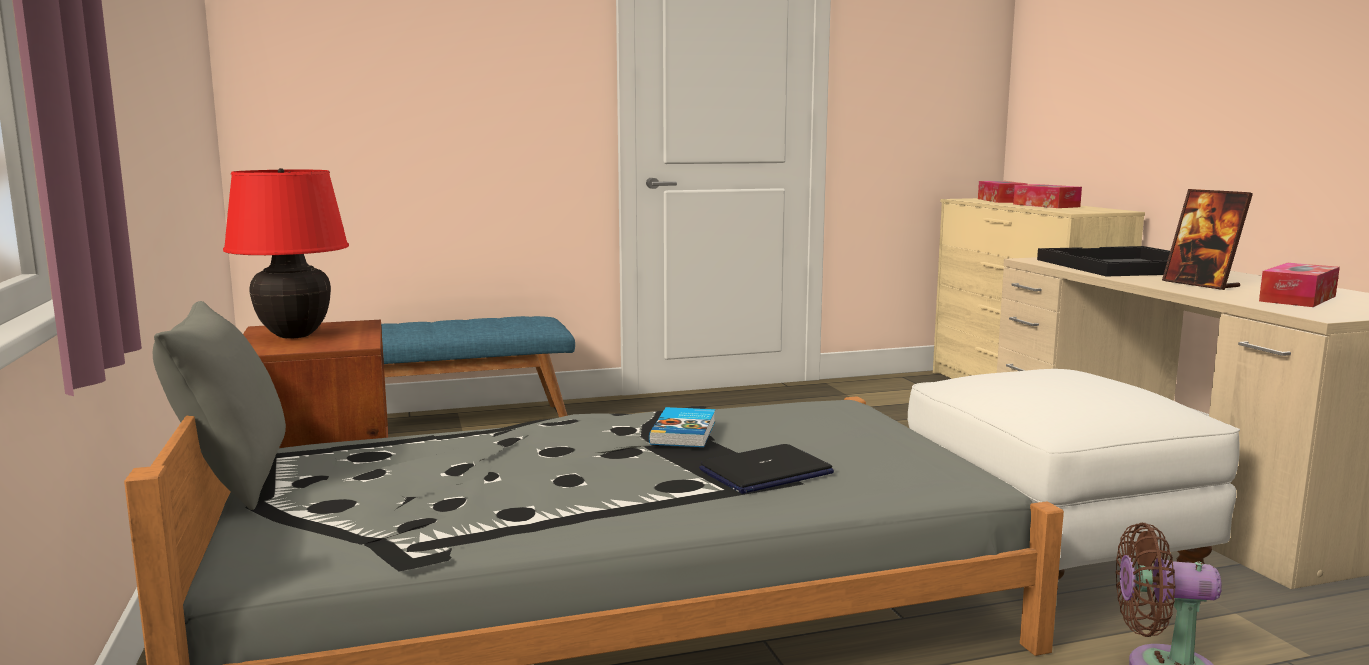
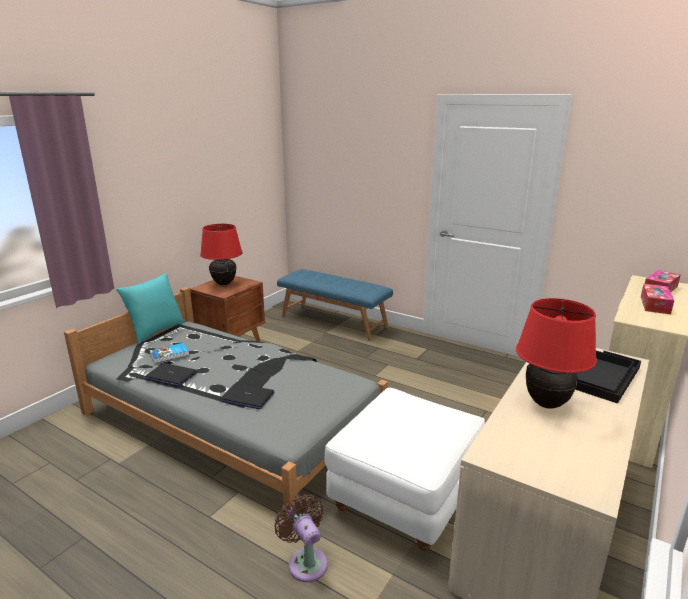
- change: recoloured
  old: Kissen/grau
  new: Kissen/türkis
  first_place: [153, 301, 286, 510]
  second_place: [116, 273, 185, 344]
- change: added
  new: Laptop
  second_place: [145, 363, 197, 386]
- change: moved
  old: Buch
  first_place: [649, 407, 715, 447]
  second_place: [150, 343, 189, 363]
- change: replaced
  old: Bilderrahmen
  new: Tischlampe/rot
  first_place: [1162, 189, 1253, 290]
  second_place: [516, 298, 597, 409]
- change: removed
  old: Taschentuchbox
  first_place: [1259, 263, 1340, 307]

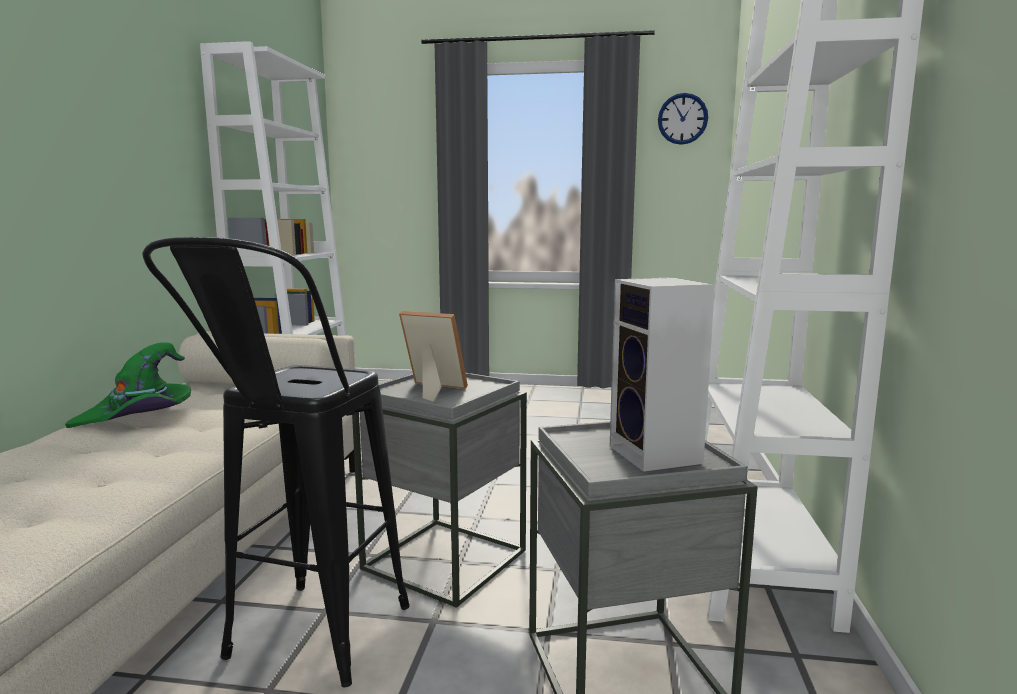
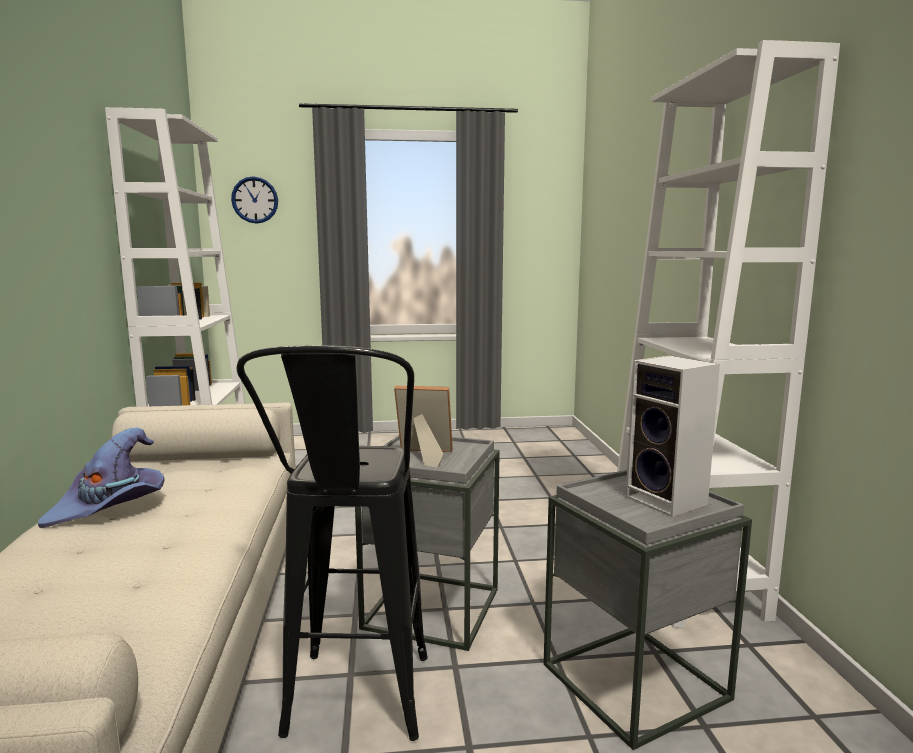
- change: recoloured
  old: Hut/grün
  new: Hut/lila
  first_place: [65, 342, 191, 428]
  second_place: [38, 427, 165, 528]
- change: moved
  old: Wanduhr
  first_place: [658, 93, 708, 145]
  second_place: [231, 176, 278, 224]

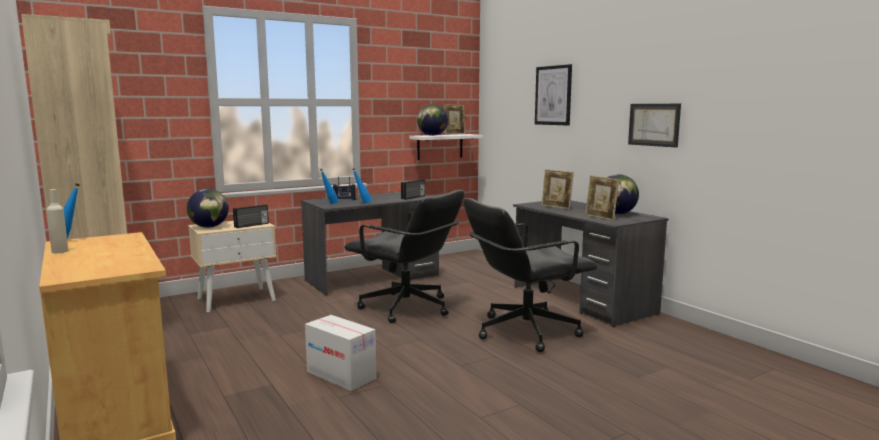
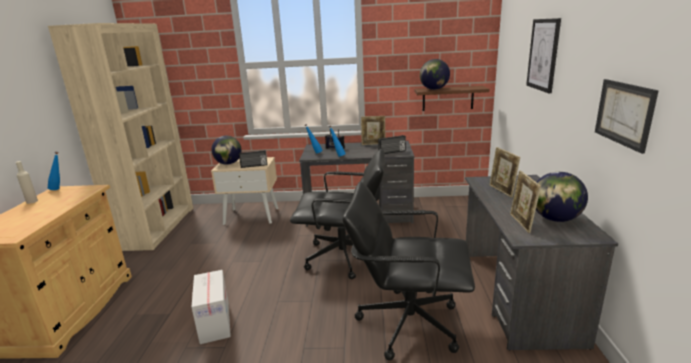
- change: turned
  old: Bürostuhl/schwarz
  first_place: [344, 190, 465, 323]
  second_place: [290, 149, 385, 279]
  degrees: -60
- change: moved
  old: Bilderrahmen
  first_place: [444, 104, 465, 135]
  second_place: [361, 116, 385, 145]
- change: recoloured
  old: Wandregal/weiß
  new: Wandregal/braun
  first_place: [409, 134, 483, 160]
  second_place: [414, 86, 489, 111]

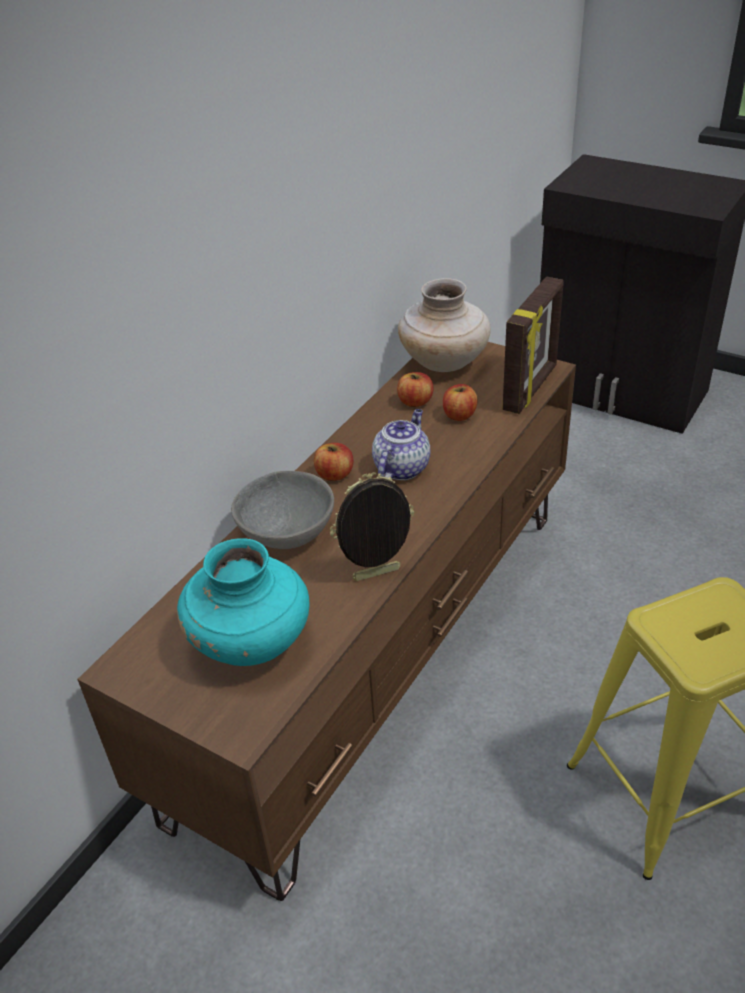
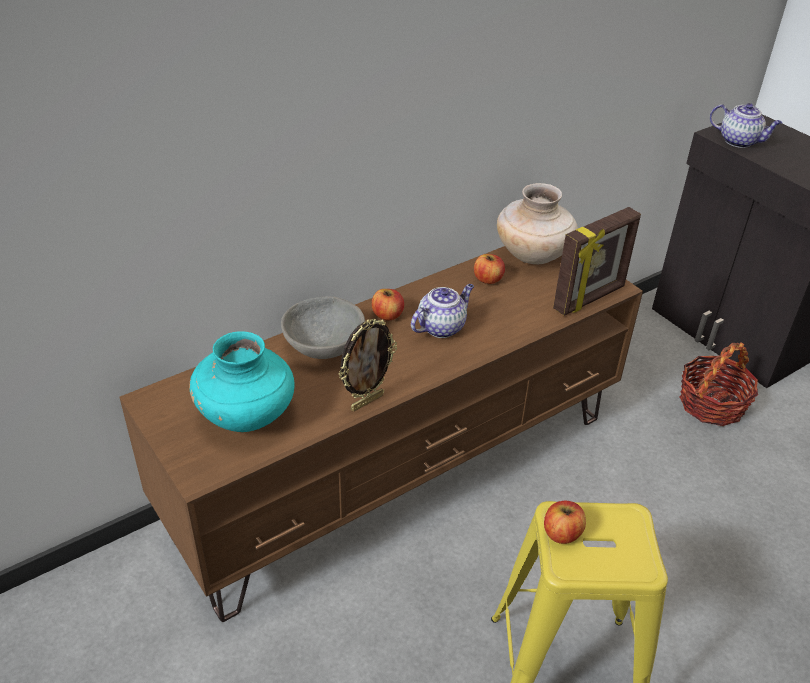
- change: turned
  old: Bilderrahmen
  first_place: [330, 472, 415, 581]
  second_place: [339, 319, 397, 411]
  degrees: 135
- change: moved
  old: Apfel
  first_place: [443, 384, 478, 421]
  second_place: [544, 501, 586, 544]
- change: added
  new: Korb
  second_place: [679, 342, 758, 426]
- change: added
  new: Teekanne
  second_place: [710, 103, 782, 148]

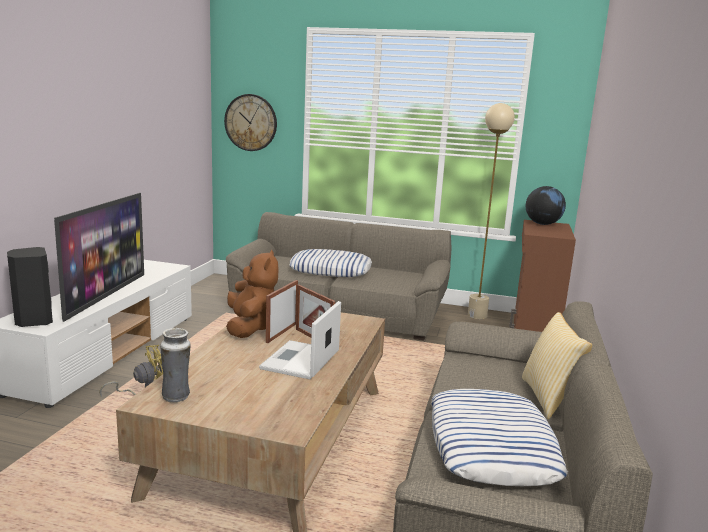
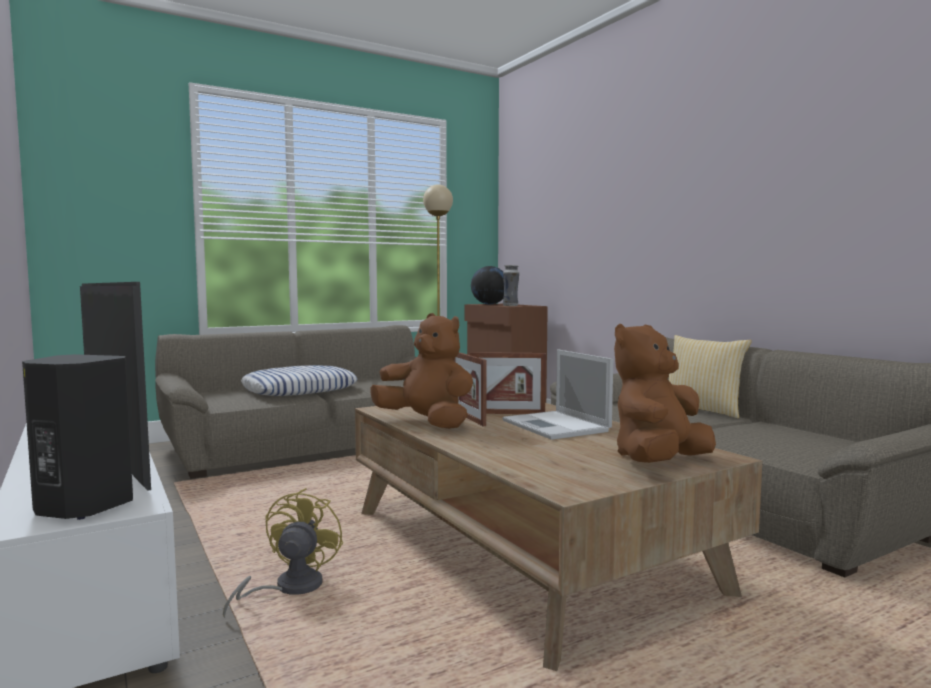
- change: moved
  old: Vase
  first_place: [160, 328, 191, 403]
  second_place: [503, 265, 519, 306]
- change: added
  new: Plüschtier/braun
  second_place: [614, 324, 716, 463]
- change: removed
  old: Wanduhr
  first_place: [224, 94, 277, 151]
- change: removed
  old: Kissen
  first_place: [432, 389, 568, 486]

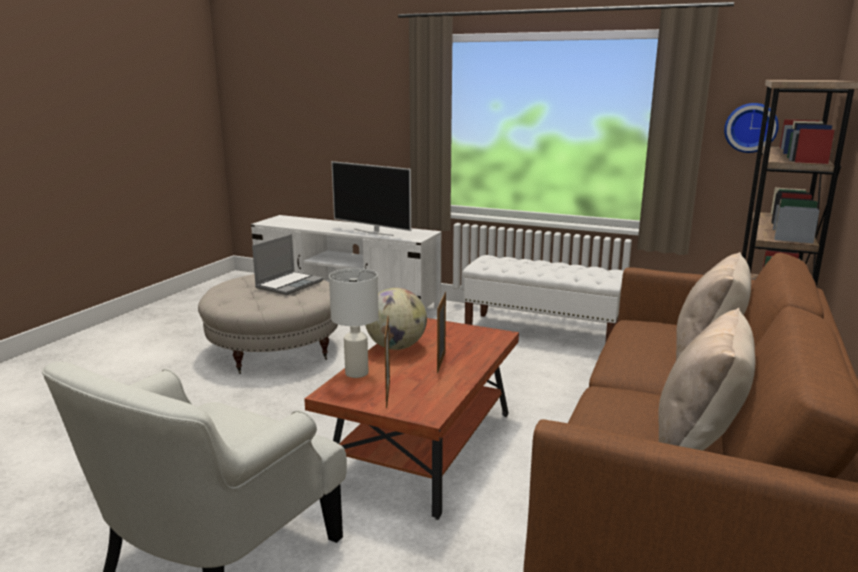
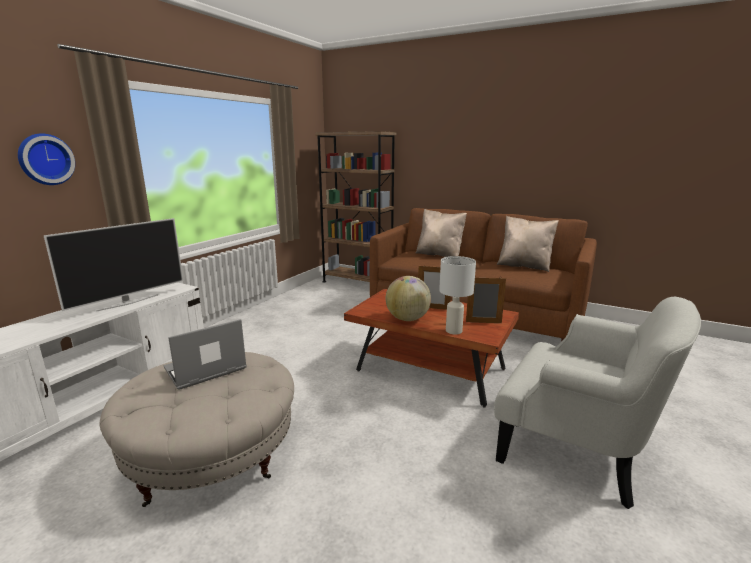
- change: moved
  old: Wanduhr
  first_place: [724, 103, 779, 153]
  second_place: [18, 133, 75, 185]
- change: turned
  old: Laptop
  first_place: [252, 234, 324, 295]
  second_place: [164, 319, 247, 390]
  degrees: -75
- change: removed
  old: Bank/weiß
  first_place: [463, 255, 623, 343]

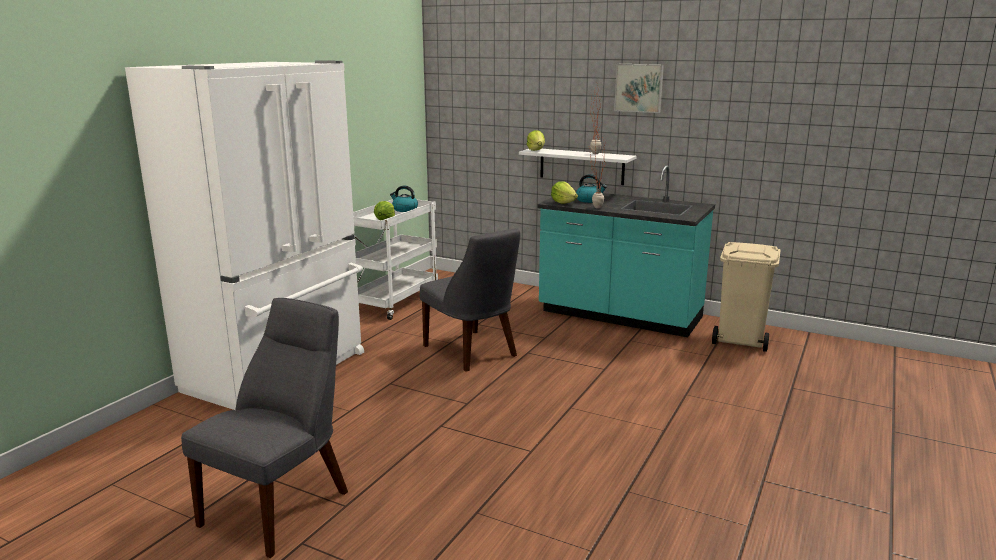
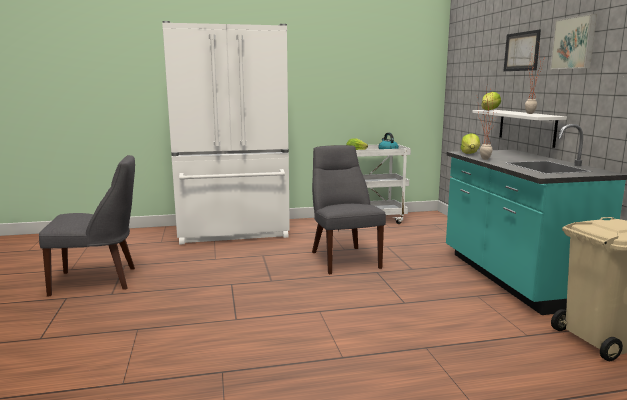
- change: turned
  old: Stuhl/grau
  first_place: [420, 228, 520, 372]
  second_place: [312, 145, 386, 274]
  degrees: 150
- change: added
  new: Bild
  second_place: [504, 29, 541, 71]
- change: removed
  old: Wasserkessel
  first_place: [576, 174, 607, 203]

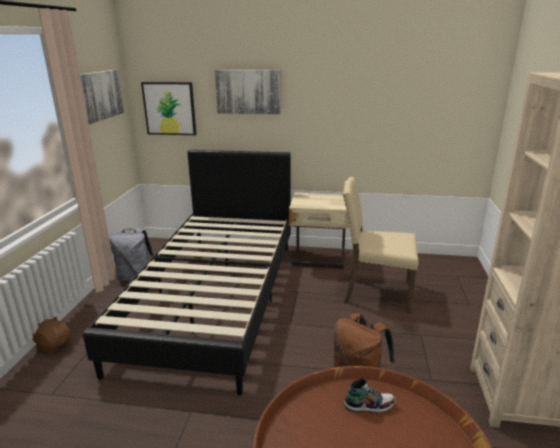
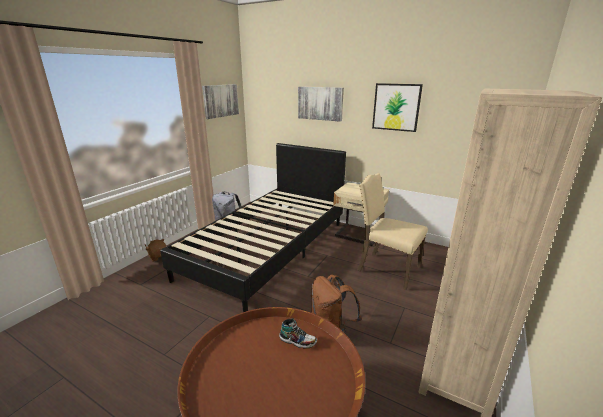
- change: moved
  old: Bild
  first_place: [141, 82, 197, 135]
  second_place: [372, 83, 423, 132]

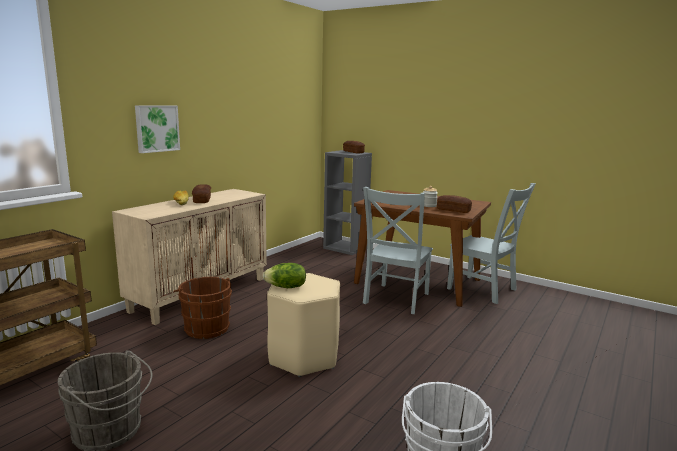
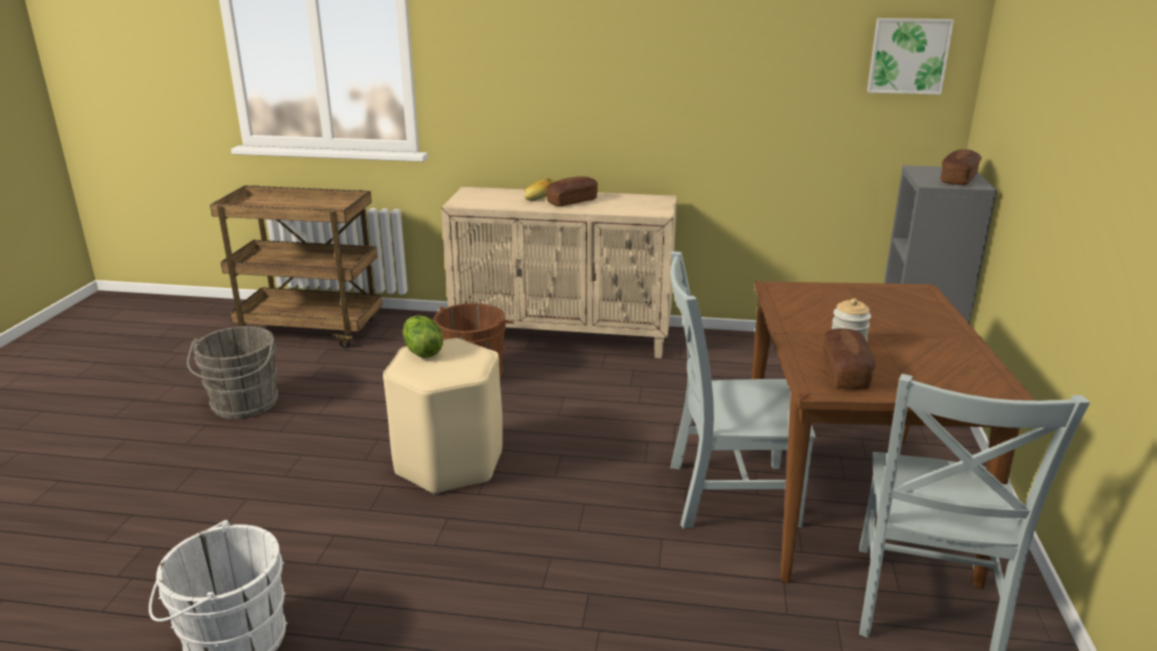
- change: moved
  old: Bild
  first_place: [135, 105, 180, 153]
  second_place: [867, 18, 954, 95]

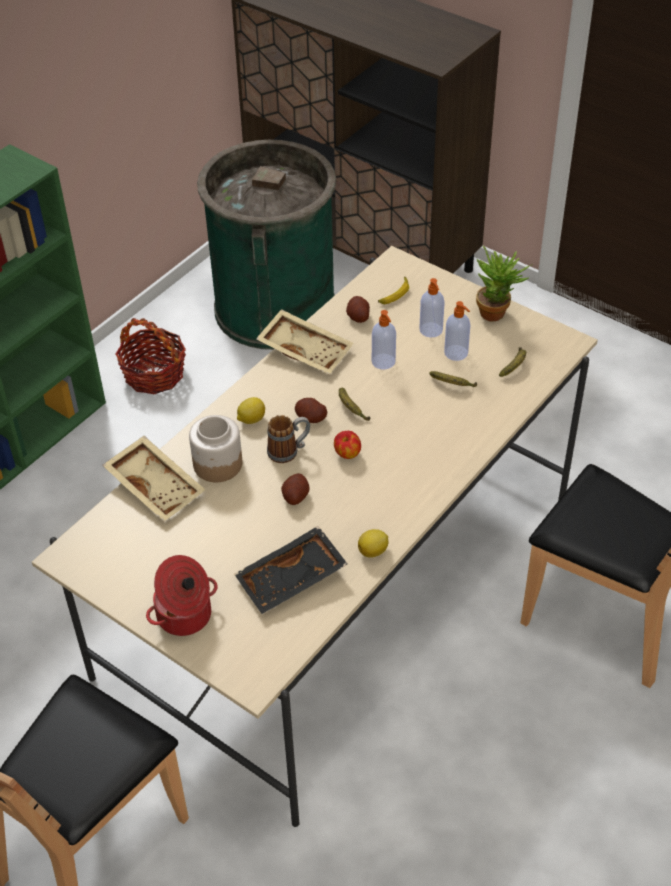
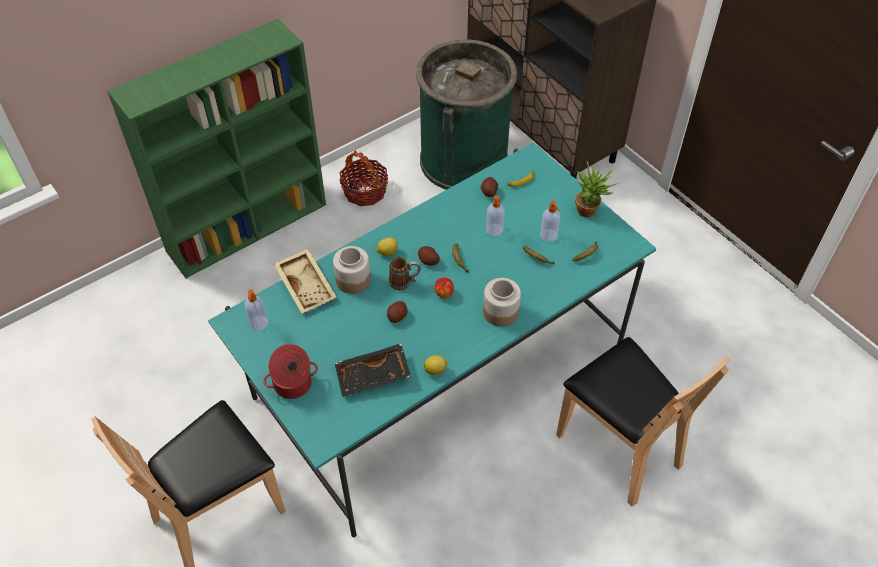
- change: recoloured
  old: Esstisch/beige
  new: Esstisch/türkis
  first_place: [32, 246, 598, 827]
  second_place: [208, 143, 656, 537]
- change: moved
  old: Seifenspender
  first_place: [419, 278, 445, 338]
  second_place: [244, 289, 268, 330]
- change: added
  new: Vorratsglas
  second_place: [483, 278, 521, 327]
- change: removed
  old: Tablett/beige
  first_place: [256, 309, 354, 375]

